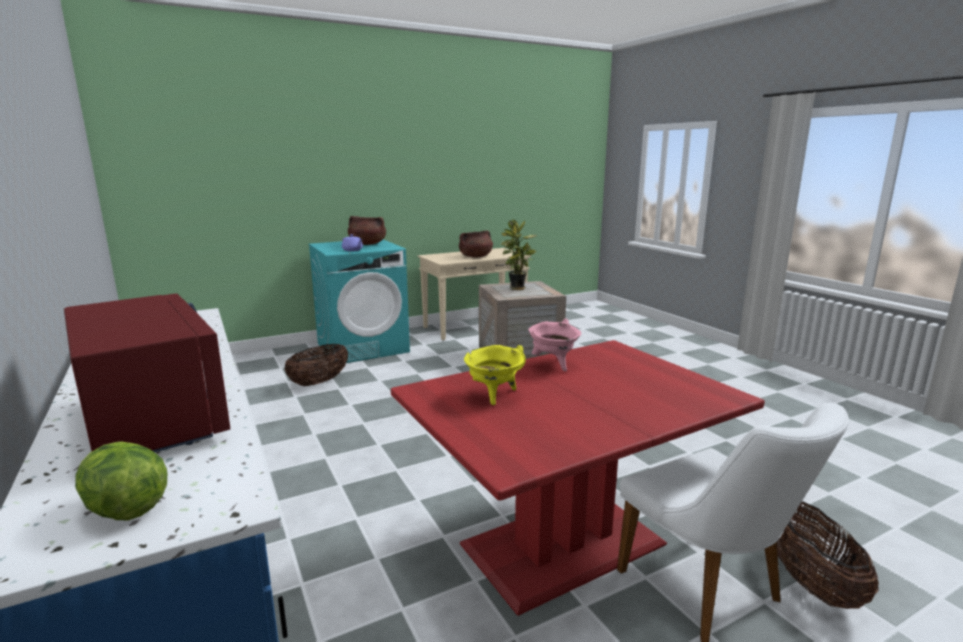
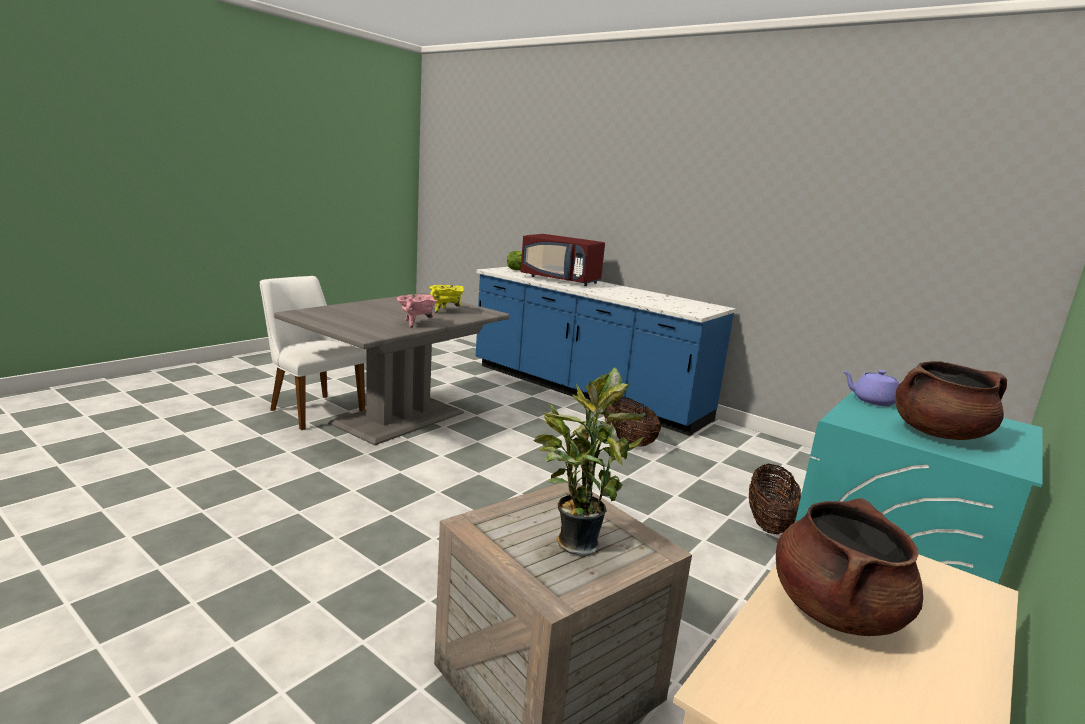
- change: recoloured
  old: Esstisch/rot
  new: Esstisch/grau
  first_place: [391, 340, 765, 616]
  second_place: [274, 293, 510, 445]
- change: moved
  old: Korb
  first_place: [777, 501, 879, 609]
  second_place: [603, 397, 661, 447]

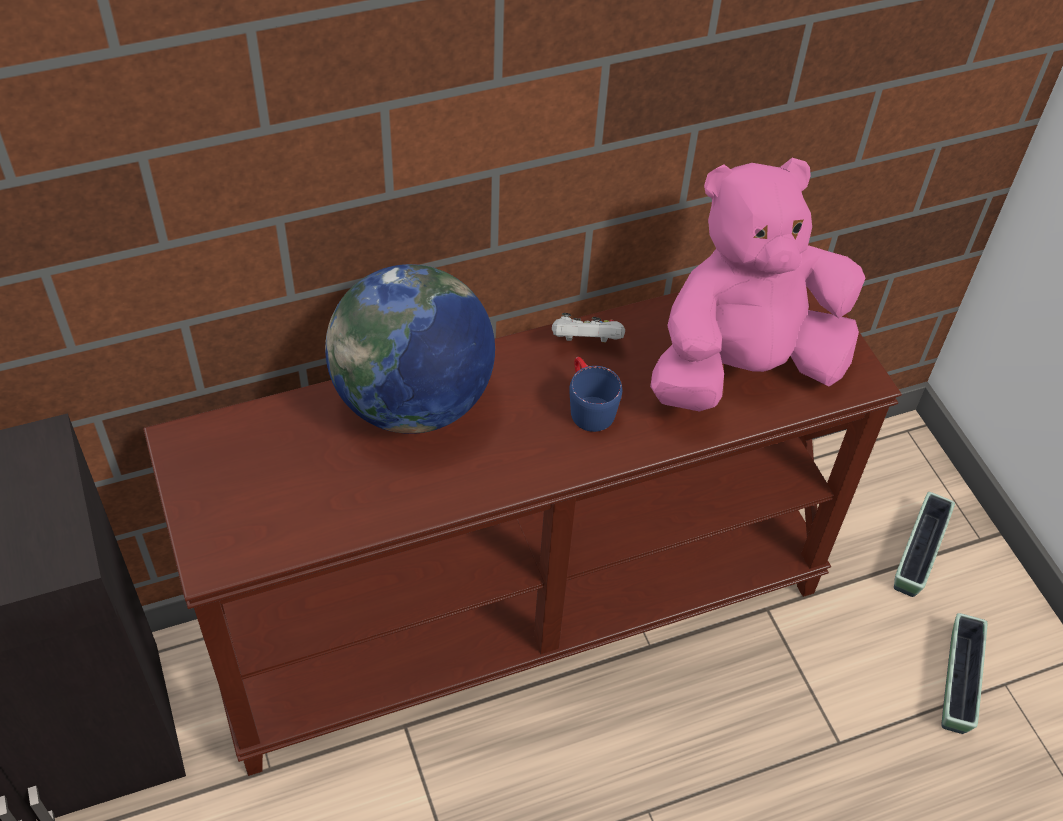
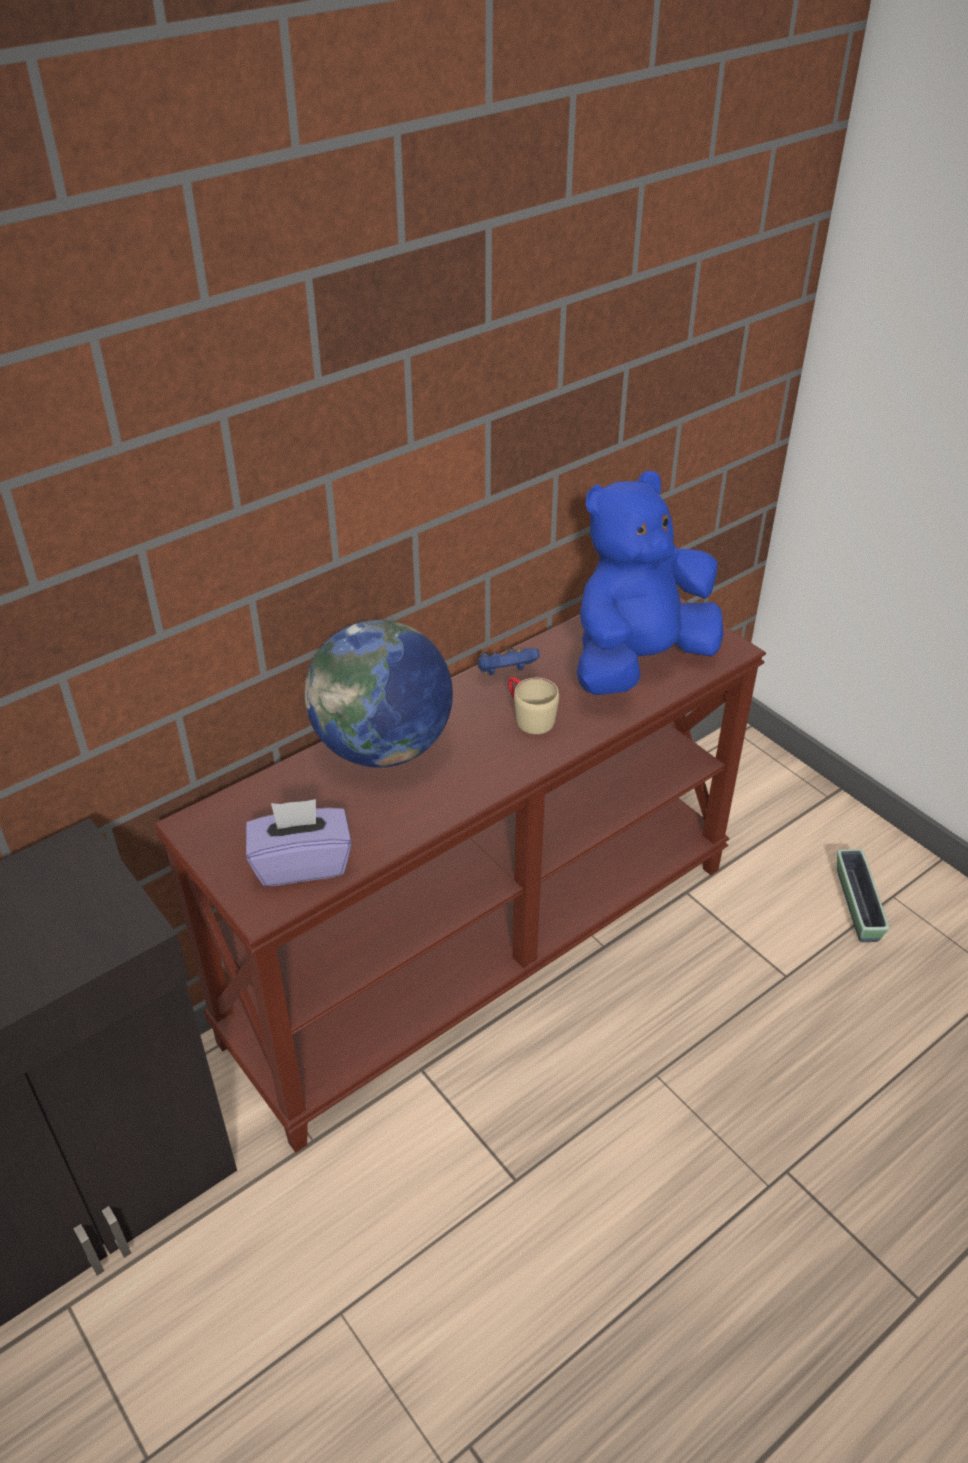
- change: added
  new: Taschentuchbox/lila
  second_place: [246, 799, 352, 886]
- change: recoloured
  old: Gamepad/weiß
  new: Gamepad/blau
  first_place: [552, 313, 625, 343]
  second_place: [478, 648, 540, 675]
- change: recoloured
  old: Henkelbecher/blau
  new: Henkelbecher/beige
  first_place: [569, 357, 622, 432]
  second_place: [508, 677, 559, 734]
- change: recoloured
  old: Plüschtier/rosa
  new: Plüschtier/blau
  first_place: [650, 158, 865, 411]
  second_place: [577, 471, 724, 695]
- change: removed
  old: Pflanzkübel
  first_place: [894, 492, 955, 597]

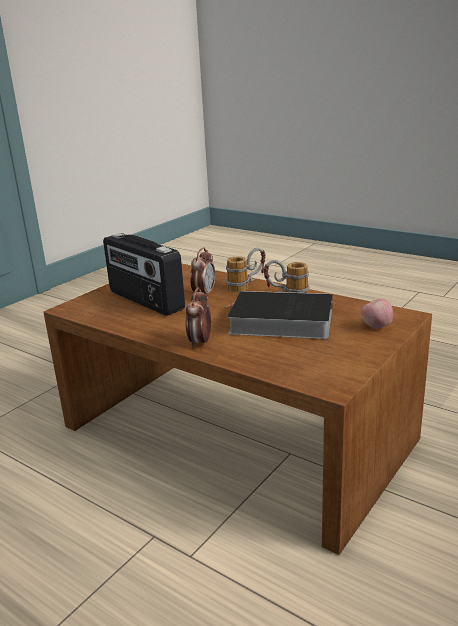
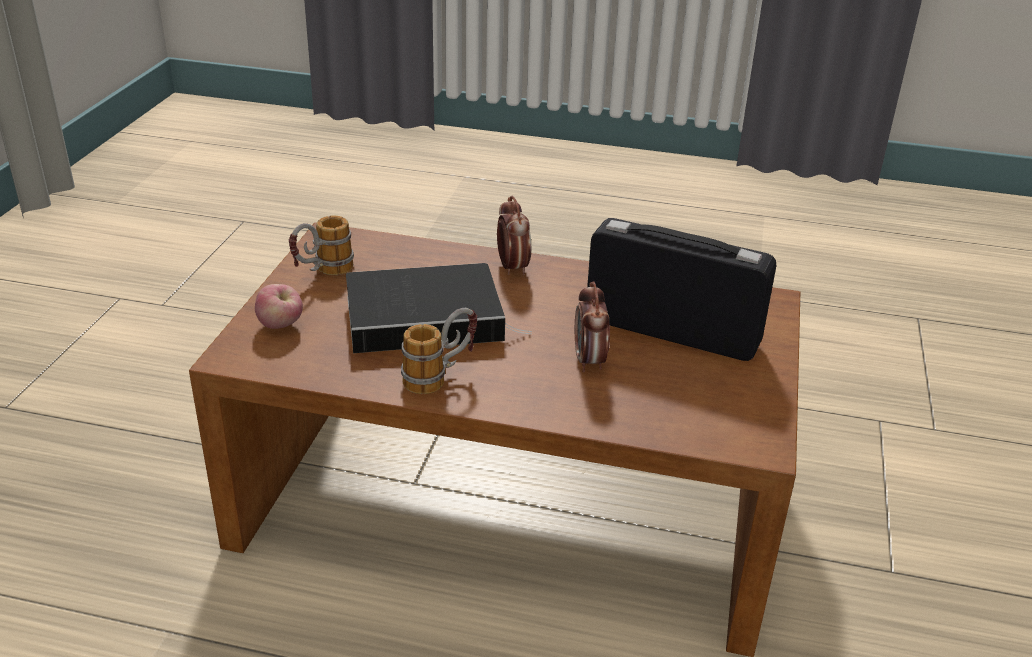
- change: moved
  old: Henkelbecher
  first_place: [226, 248, 266, 292]
  second_place: [289, 216, 354, 275]

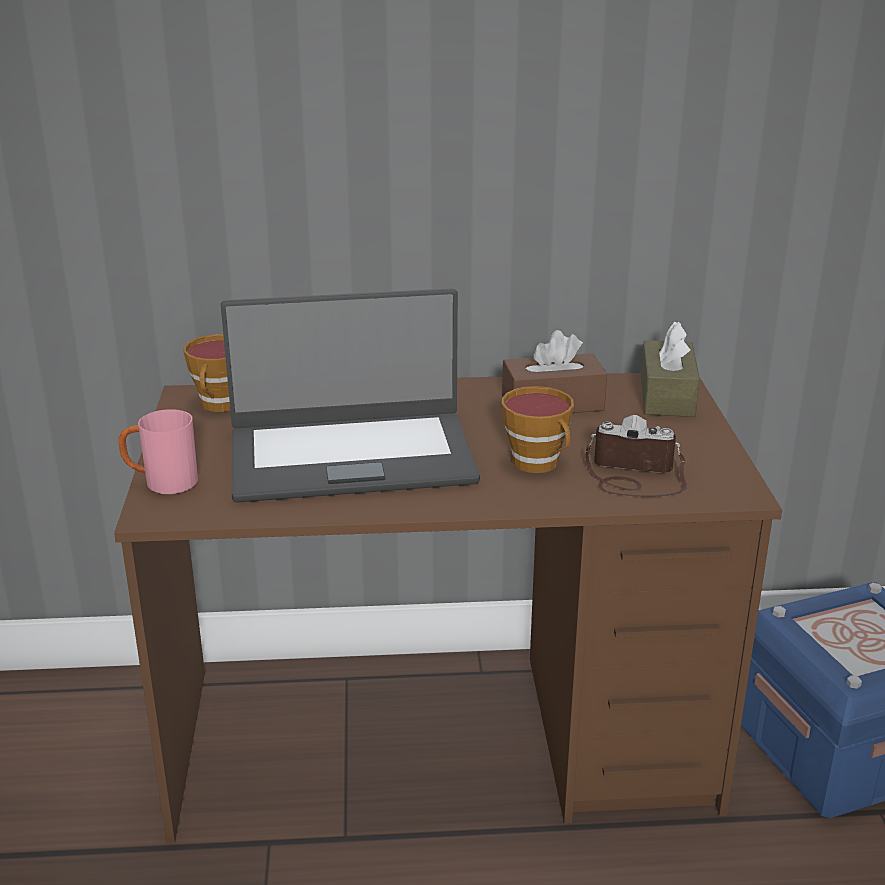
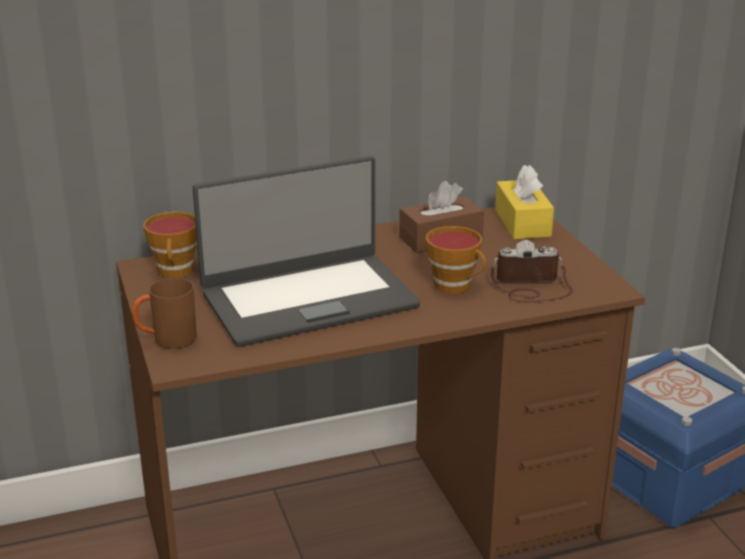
- change: recoloured
  old: Henkelbecher/rosa
  new: Henkelbecher/braun
  first_place: [118, 409, 198, 494]
  second_place: [132, 278, 197, 349]
- change: recoloured
  old: Taschentuchbox/braun
  new: Taschentuchbox/gelb
  first_place: [641, 322, 700, 417]
  second_place: [495, 165, 554, 239]

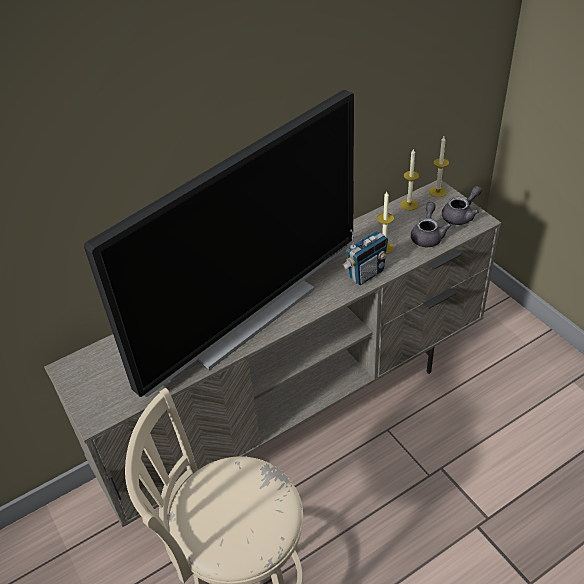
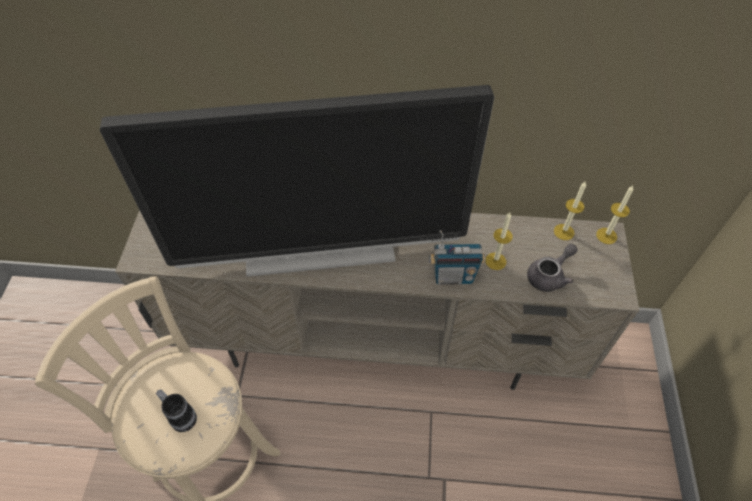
- change: added
  new: Henkelbecher
  second_place: [156, 389, 197, 432]
- change: removed
  old: Teekanne/grau
  first_place: [442, 186, 482, 225]

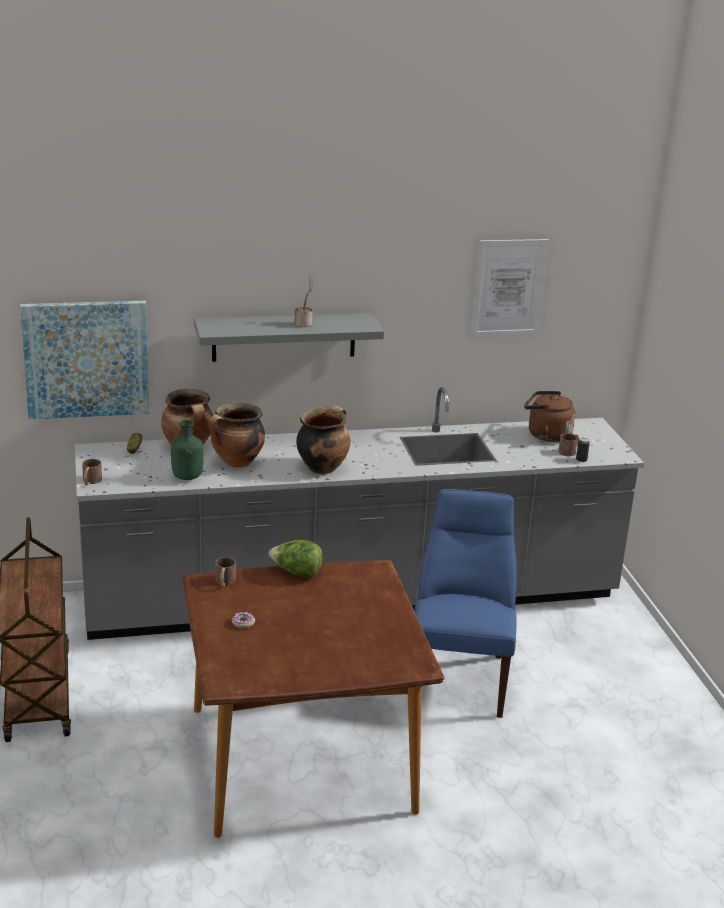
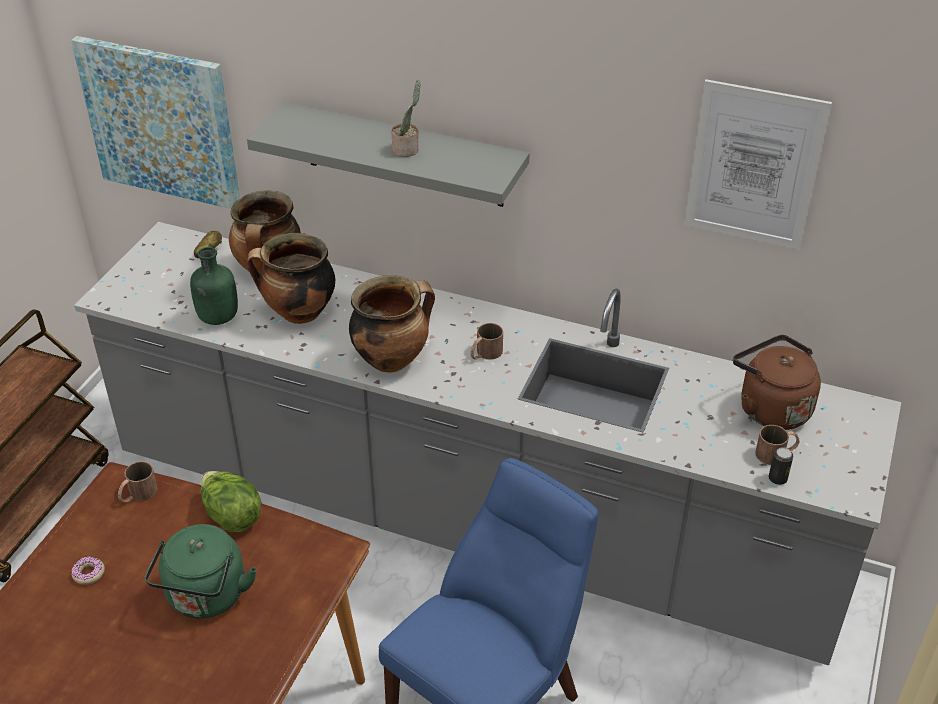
- change: added
  new: Wasserkessel/grün
  second_place: [145, 524, 257, 619]
- change: moved
  old: Henkelbecher/braun
  first_place: [82, 459, 102, 485]
  second_place: [470, 323, 503, 360]

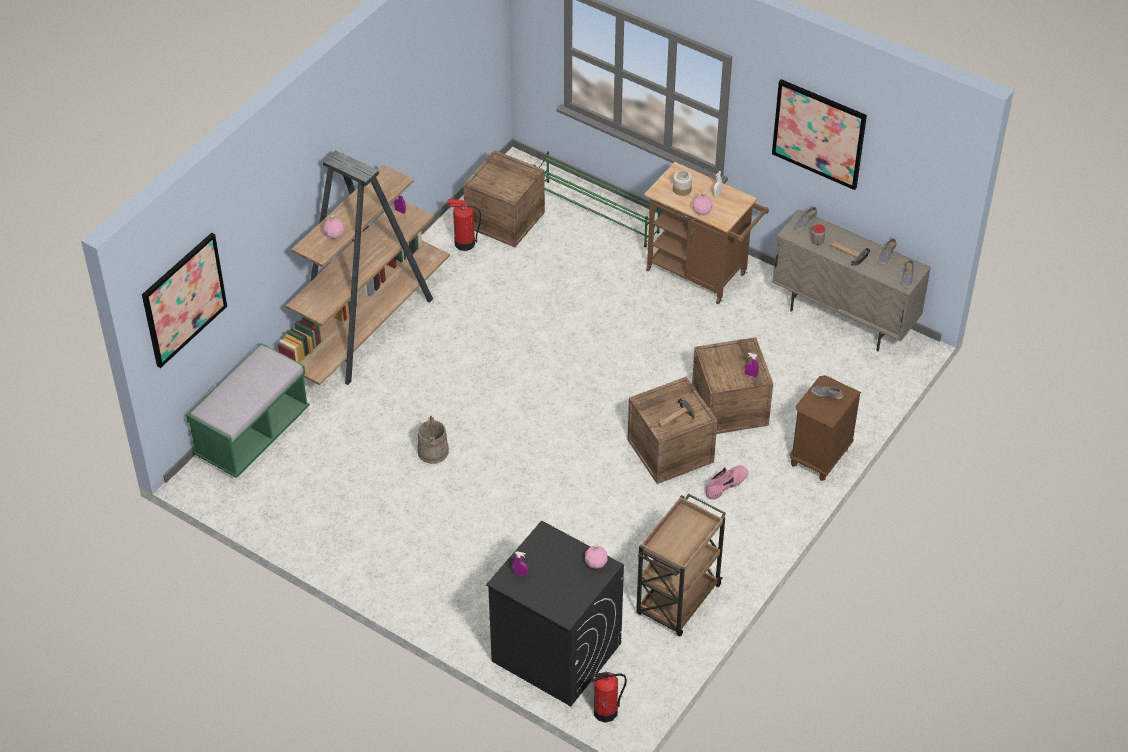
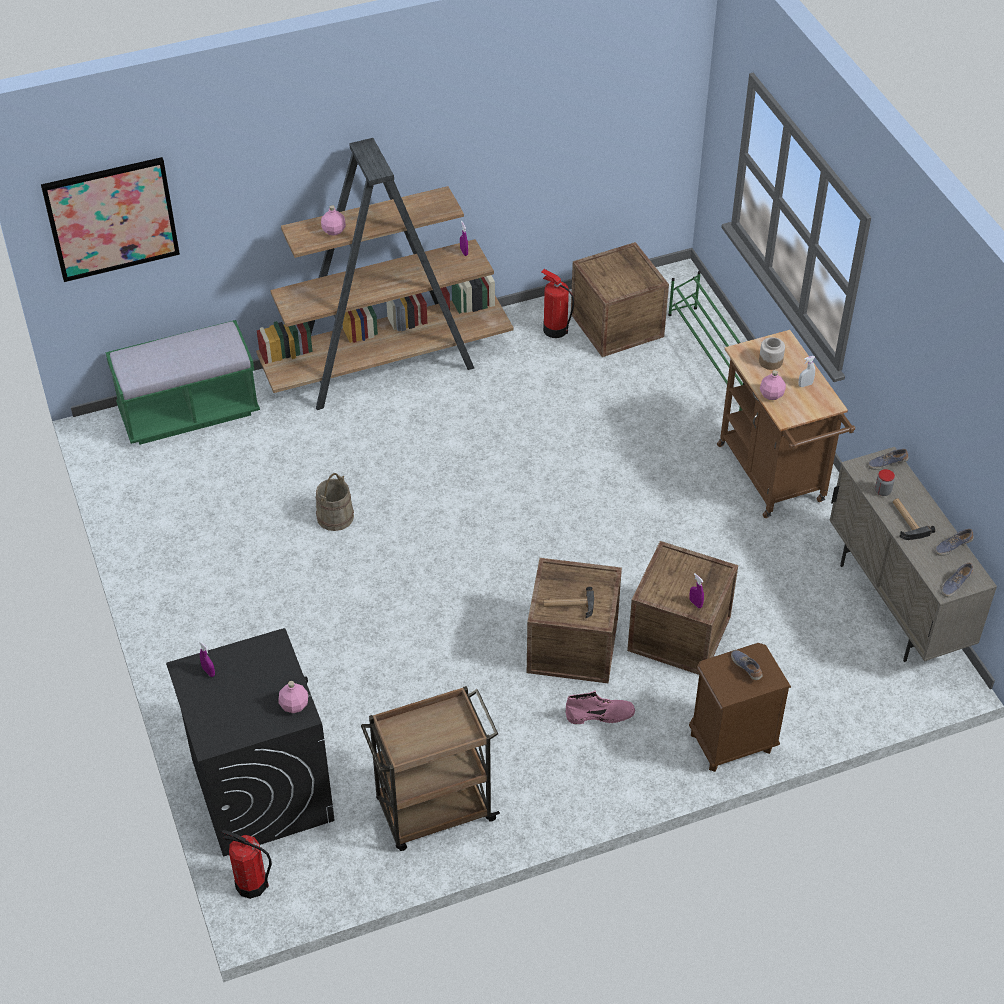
- change: removed
  old: Bild
  first_place: [772, 79, 867, 190]

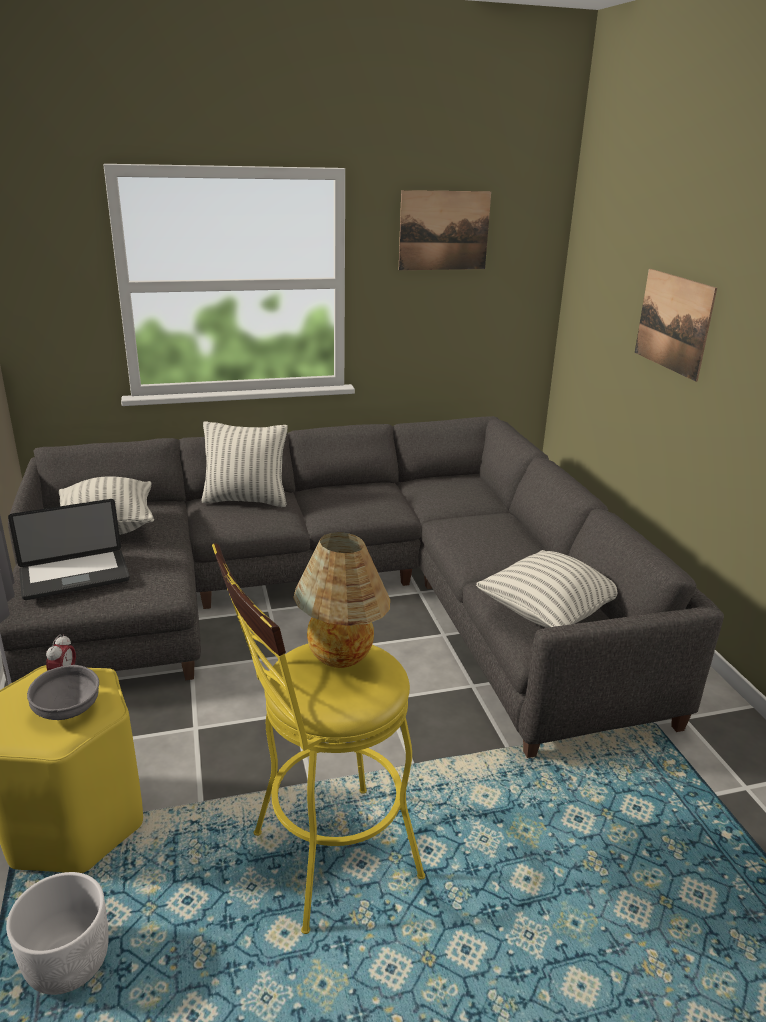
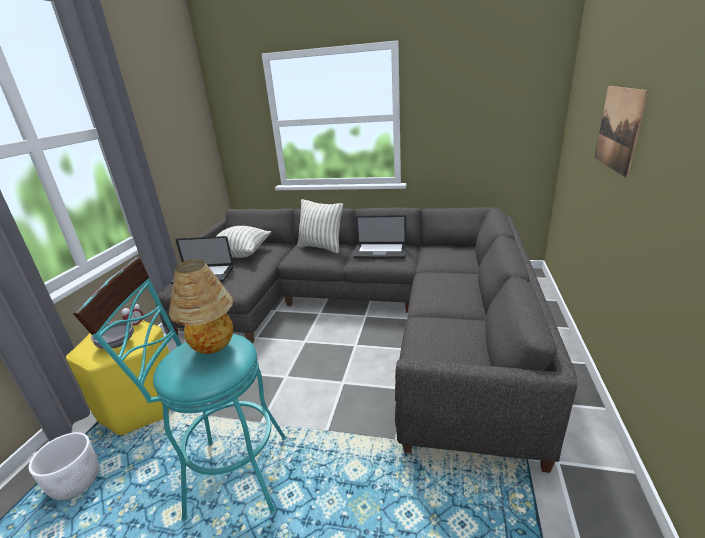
- change: recoloured
  old: Hocker/gelb
  new: Hocker/türkis
  first_place: [212, 543, 425, 934]
  second_place: [73, 257, 287, 521]
- change: added
  new: Laptop
  second_place: [353, 215, 407, 259]
- change: removed
  old: Bild
  first_place: [399, 190, 491, 270]
- change: removed
  old: Kissen
  first_place: [476, 550, 617, 628]

